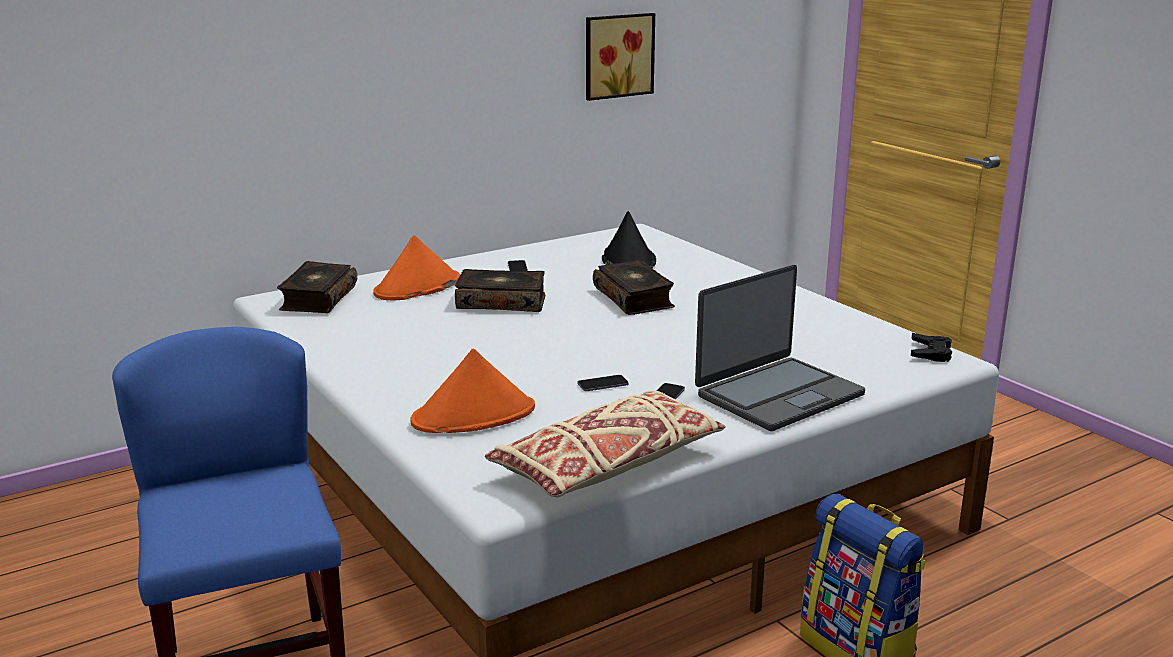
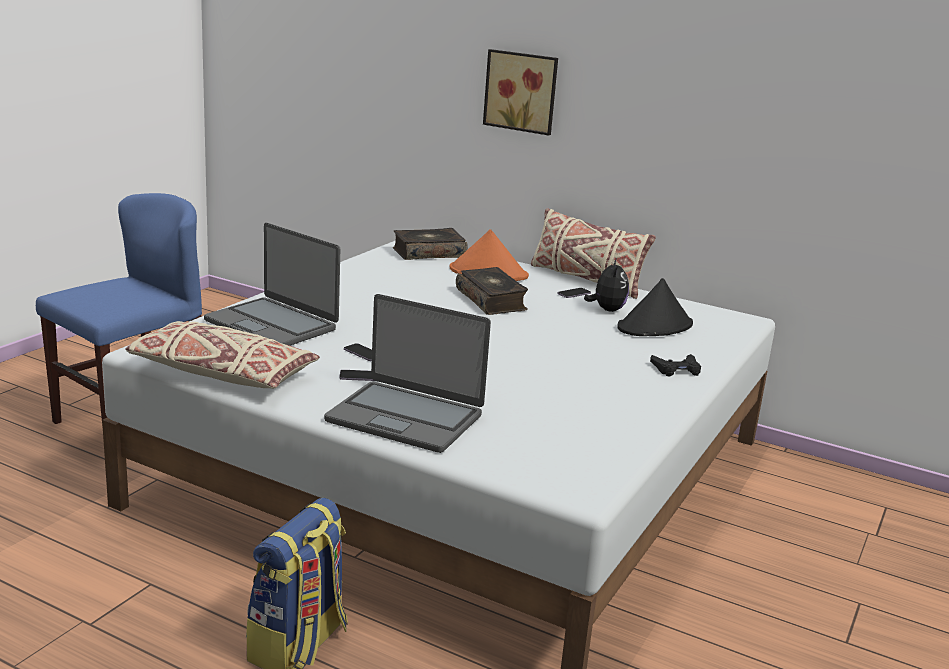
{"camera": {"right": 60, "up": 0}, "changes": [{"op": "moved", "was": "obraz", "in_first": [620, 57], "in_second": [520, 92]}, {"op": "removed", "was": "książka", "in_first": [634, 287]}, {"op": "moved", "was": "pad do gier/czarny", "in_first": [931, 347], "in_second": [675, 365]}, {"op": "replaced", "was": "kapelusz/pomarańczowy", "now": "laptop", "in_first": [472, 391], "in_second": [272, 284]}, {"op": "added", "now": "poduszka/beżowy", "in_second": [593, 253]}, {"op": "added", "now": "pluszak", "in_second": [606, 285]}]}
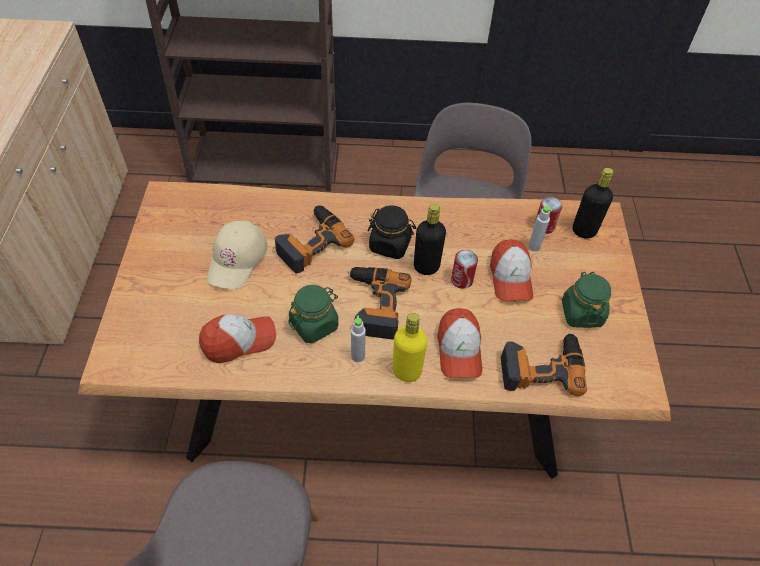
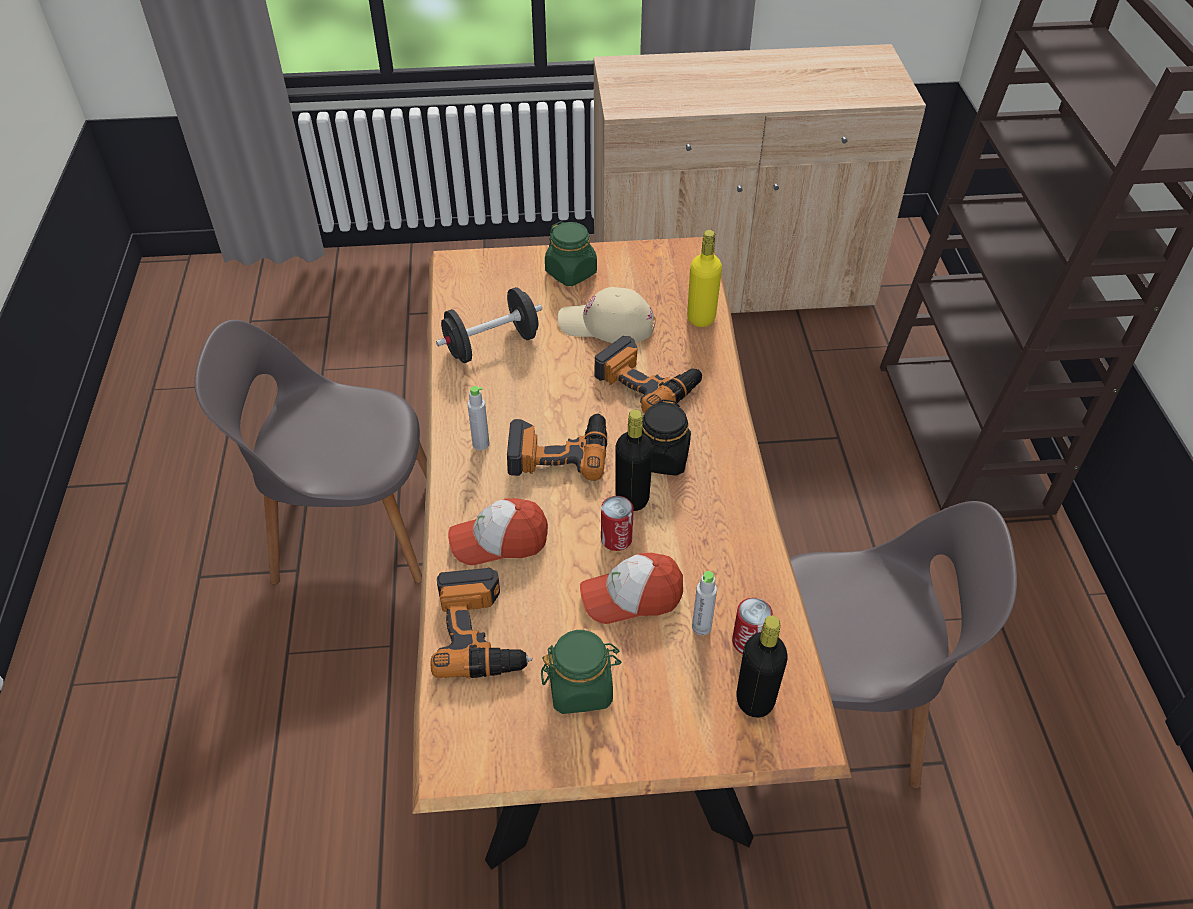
{"camera": {"right": 85, "up": -5}, "changes": [{"op": "moved", "was": "słoik/zielony", "in_first": [313, 314], "in_second": [571, 253]}, {"op": "moved", "was": "butelka/żółty", "in_first": [410, 347], "in_second": [704, 278]}, {"op": "replaced", "was": "czapka z daszkiem", "now": "hantel/czarny", "in_first": [237, 338], "in_second": [489, 325]}]}
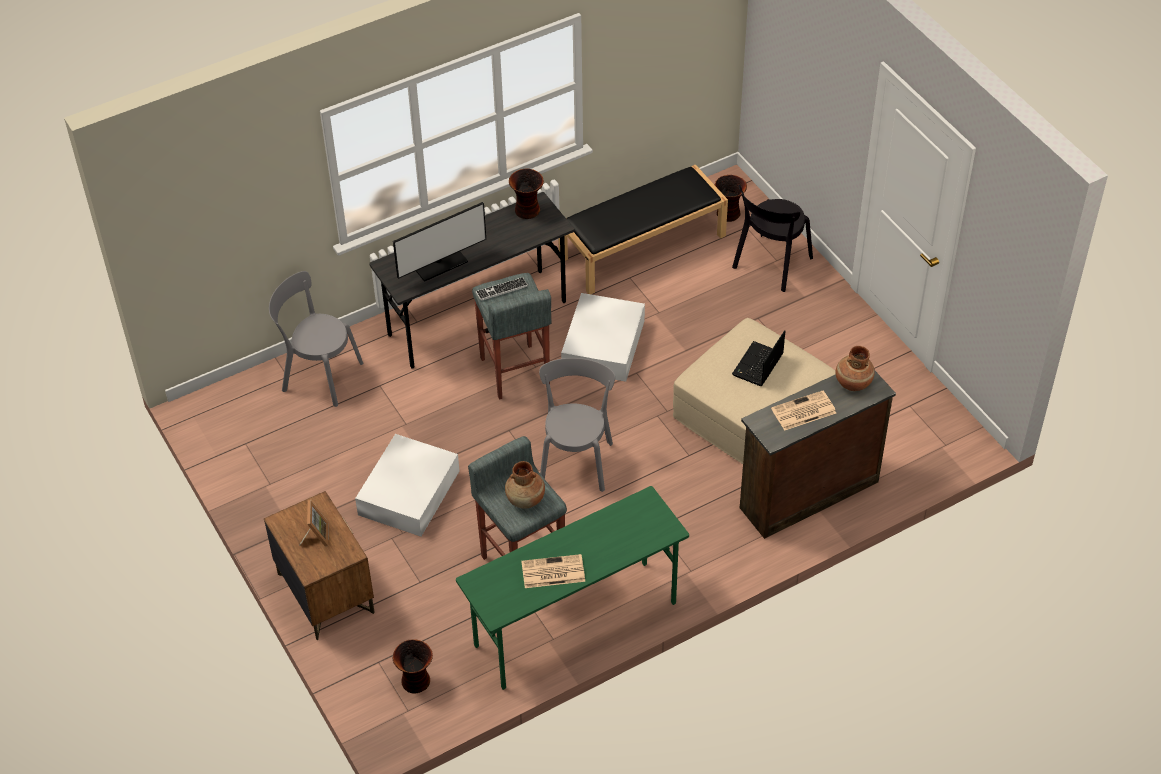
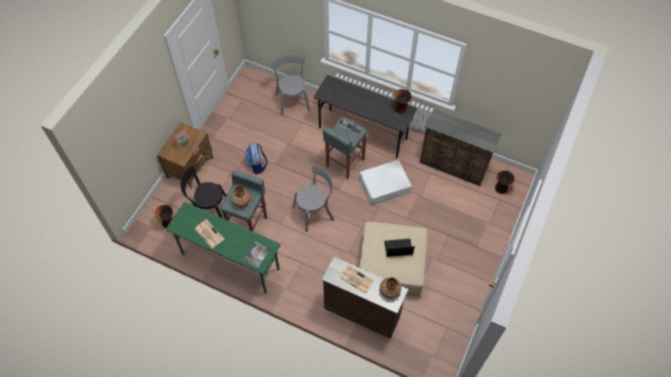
{"camera": {"right": 55, "up": 10}, "changes": [{"op": "replaced", "was": "ławka/czarny", "now": "komoda/brązowy", "in_first": [643, 229], "in_second": [460, 147]}, {"op": "moved", "was": "krzesło/czarny", "in_first": [772, 238], "in_second": [204, 192]}, {"op": "removed", "was": "monitor", "in_first": [439, 242]}, {"op": "replaced", "was": "pojemnik do przechowywania/biały", "now": "plecak", "in_first": [407, 485], "in_second": [256, 158]}, {"op": "added", "now": "książka", "in_second": [257, 255]}]}
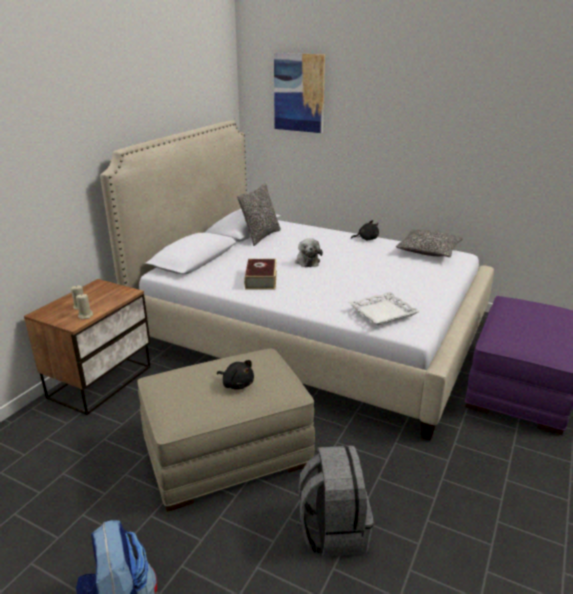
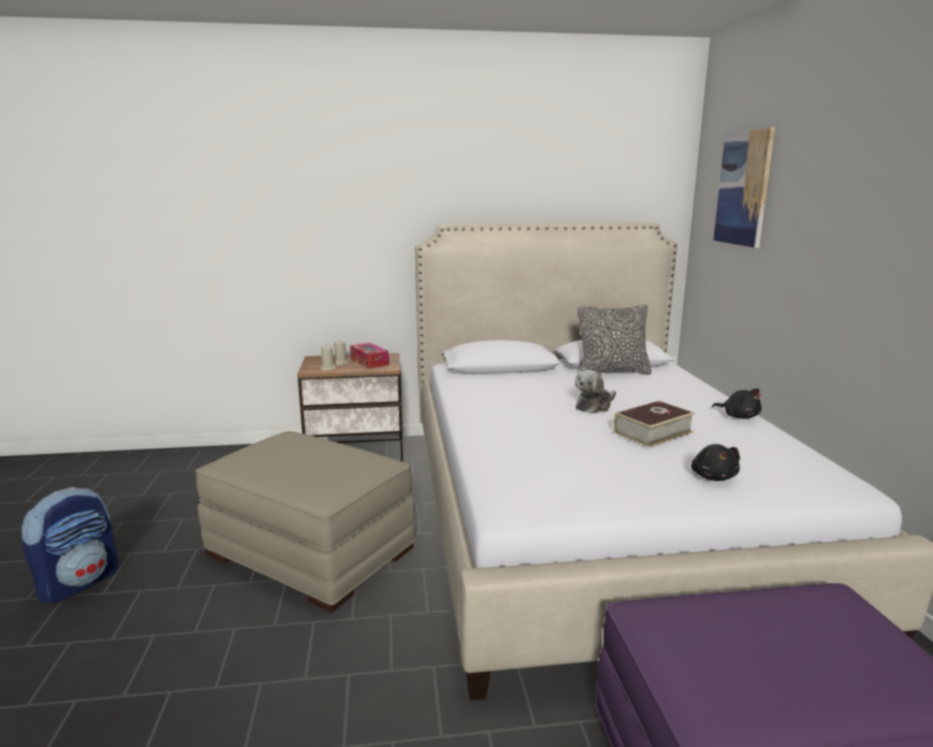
{"camera": {"right": 55, "up": -10}, "changes": [{"op": "removed", "was": "poduszka", "in_first": [429, 243]}, {"op": "moved", "was": "książka", "in_first": [260, 274], "in_second": [654, 424]}, {"op": "removed", "was": "taca/biały", "in_first": [384, 309]}, {"op": "moved", "was": "pluszak/czarny", "in_first": [235, 375], "in_second": [715, 462]}, {"op": "removed", "was": "plecak/szary", "in_first": [336, 501]}, {"op": "added", "now": "pudełko chusteczek", "in_second": [369, 356]}]}
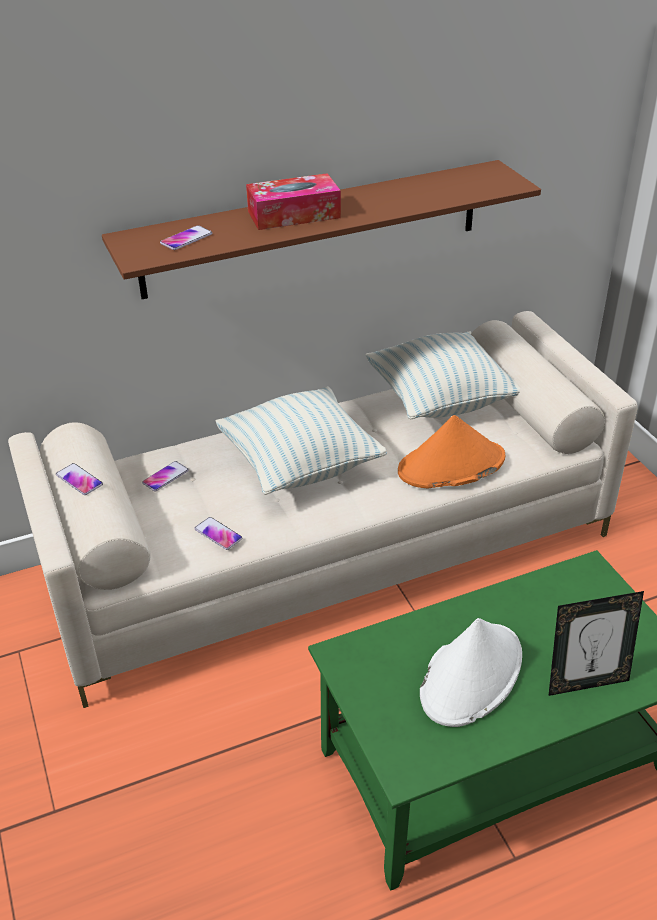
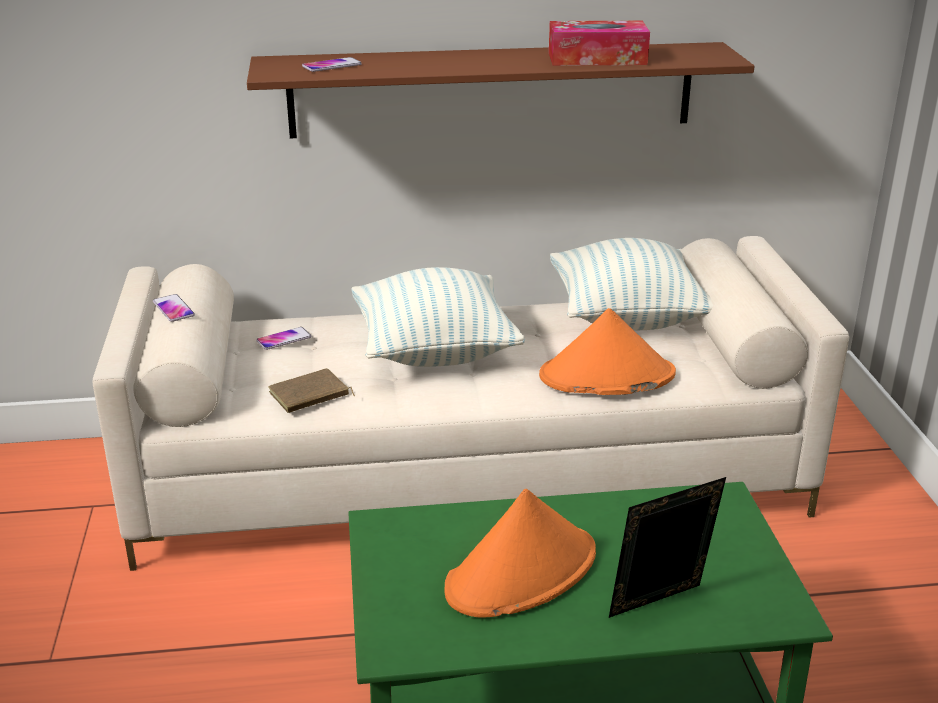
{"camera": {"right": 15, "up": -10}, "changes": [{"op": "moved", "was": "pudełko chusteczek", "in_first": [293, 201], "in_second": [599, 43]}, {"op": "replaced", "was": "telefon", "now": "książka/brązowy", "in_first": [218, 533], "in_second": [311, 390]}, {"op": "turned", "was": "ramka na zdjęcie", "in_first": [596, 643], "in_second": [667, 547], "clockwise": 150}, {"op": "recoloured", "was": "kapelusz/biały", "now": "kapelusz/pomarańczowy", "in_first": [471, 672], "in_second": [520, 553]}]}
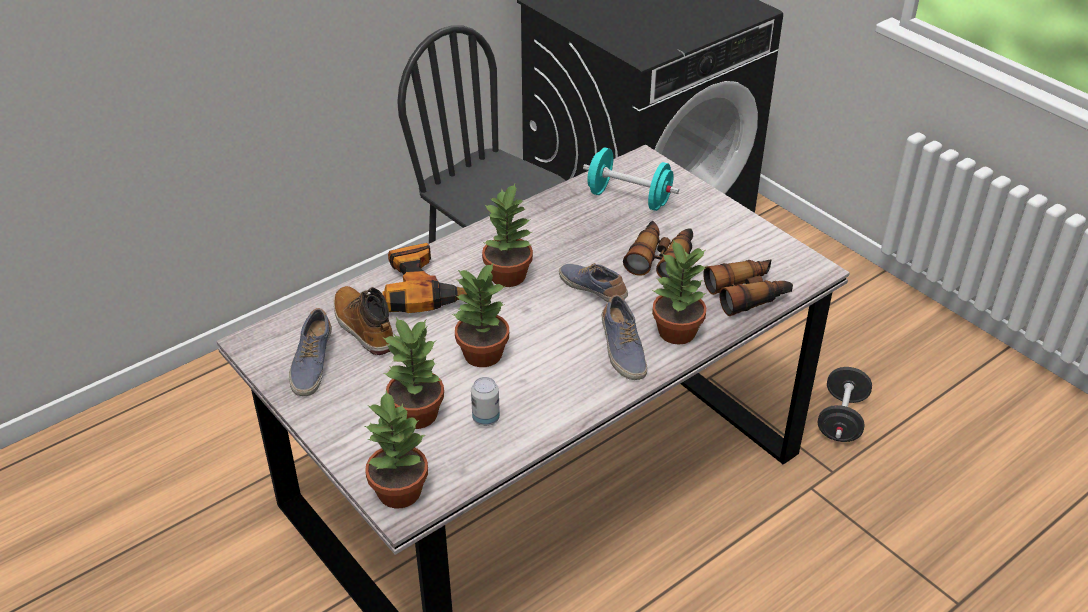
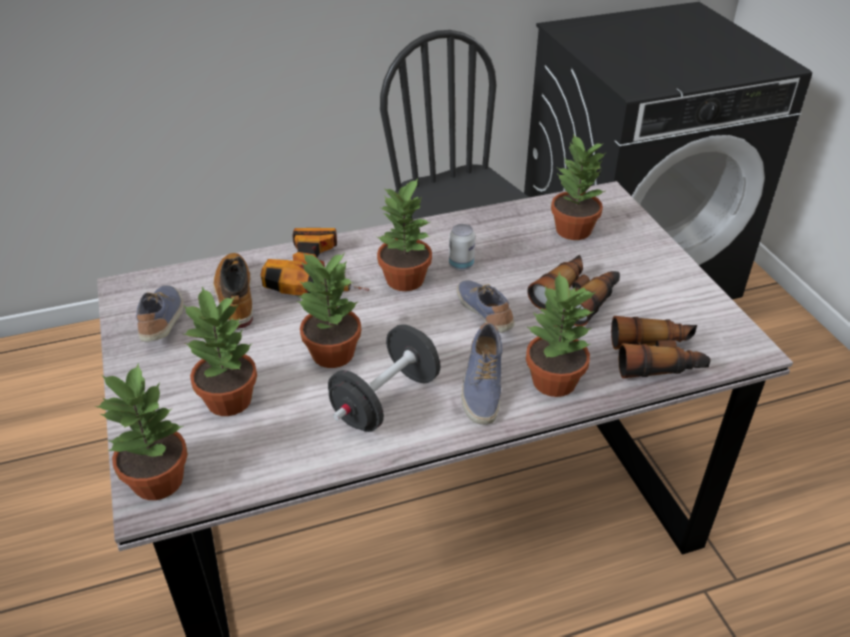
{"camera": {"right": 20, "up": 0}, "changes": [{"op": "replaced", "was": "hantel/turkusowy", "now": "roślina doniczkowa", "in_first": [631, 179], "in_second": [579, 186]}, {"op": "turned", "was": "but", "in_first": [310, 352], "in_second": [160, 313], "clockwise": 150}, {"op": "moved", "was": "hantel/czarny", "in_first": [845, 404], "in_second": [384, 378]}, {"op": "moved", "was": "puszka", "in_first": [485, 401], "in_second": [462, 247]}]}
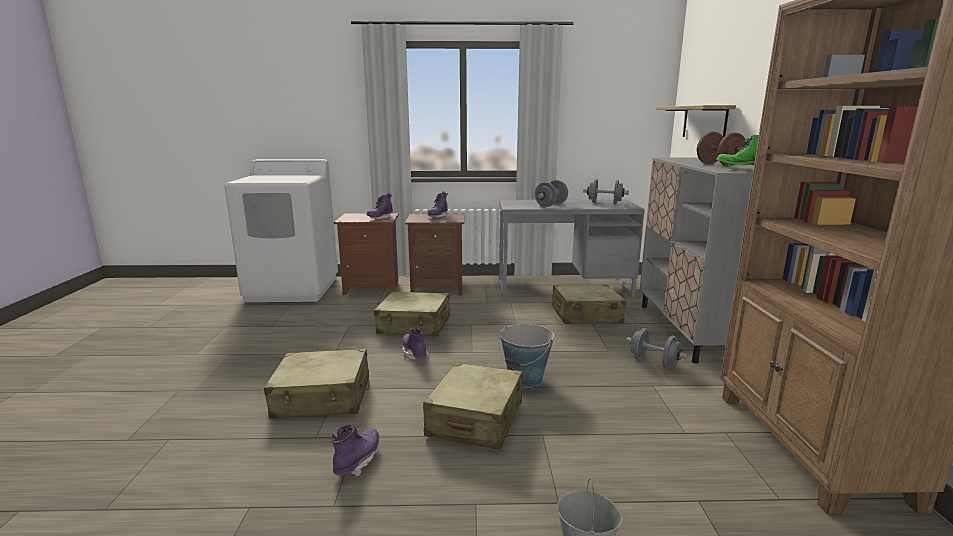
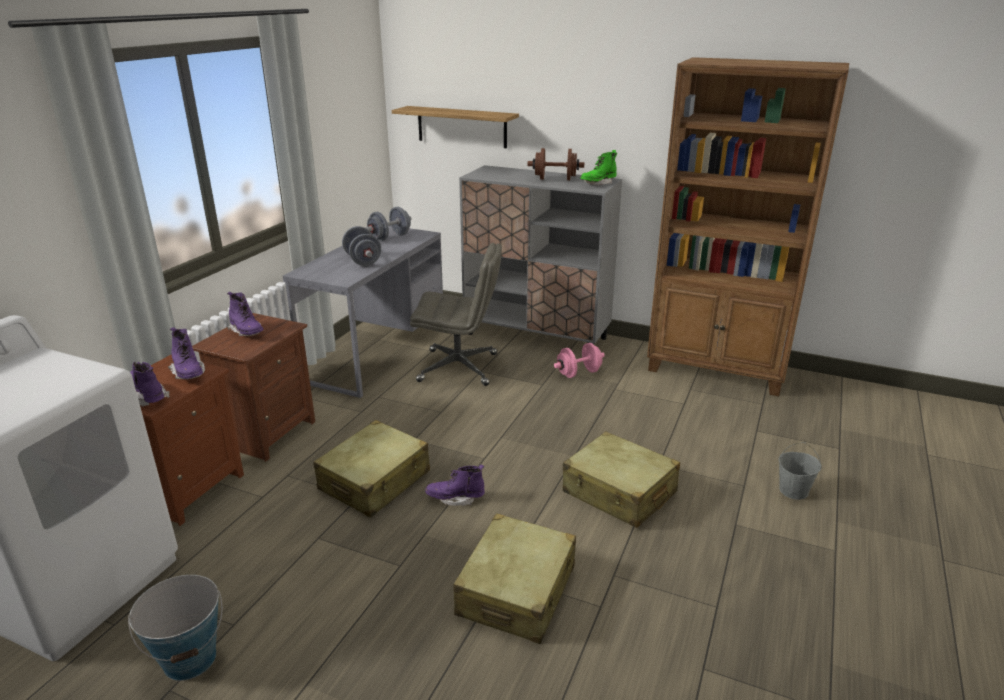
{"camera": {"right": -65, "up": 10}, "changes": [{"op": "replaced", "was": "walizka/beżowy", "now": "krzesło biurowe/szary", "in_first": [588, 304], "in_second": [456, 314]}, {"op": "moved", "was": "wiadro", "in_first": [526, 356], "in_second": [175, 628]}, {"op": "recoloured", "was": "hantel/szary", "now": "hantel/różowy", "in_first": [656, 348], "in_second": [579, 360]}, {"op": "moved", "was": "but z cholewką/fioletowy", "in_first": [355, 450], "in_second": [150, 384]}]}
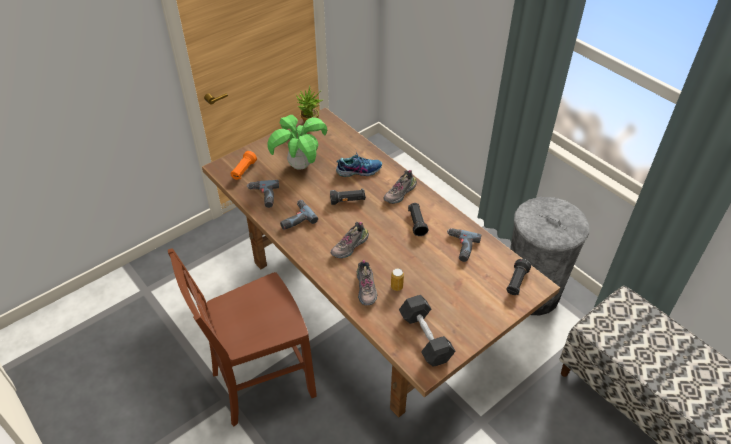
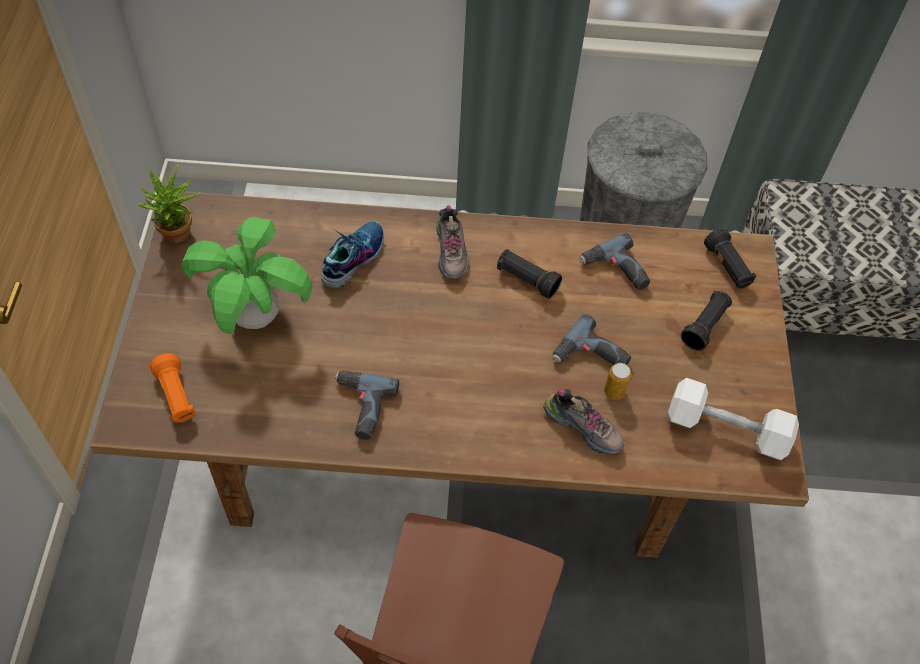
{"camera": {"right": -50, "up": 10}, "changes": [{"op": "moved", "was": "wiertarka", "in_first": [263, 194], "in_second": [592, 339]}, {"op": "moved", "was": "latarka/czarny", "in_first": [348, 196], "in_second": [706, 320]}, {"op": "removed", "was": "but", "in_first": [350, 240]}, {"op": "recoloured", "was": "hantel/czarny", "now": "hantel/biały", "in_first": [427, 330], "in_second": [733, 419]}]}
